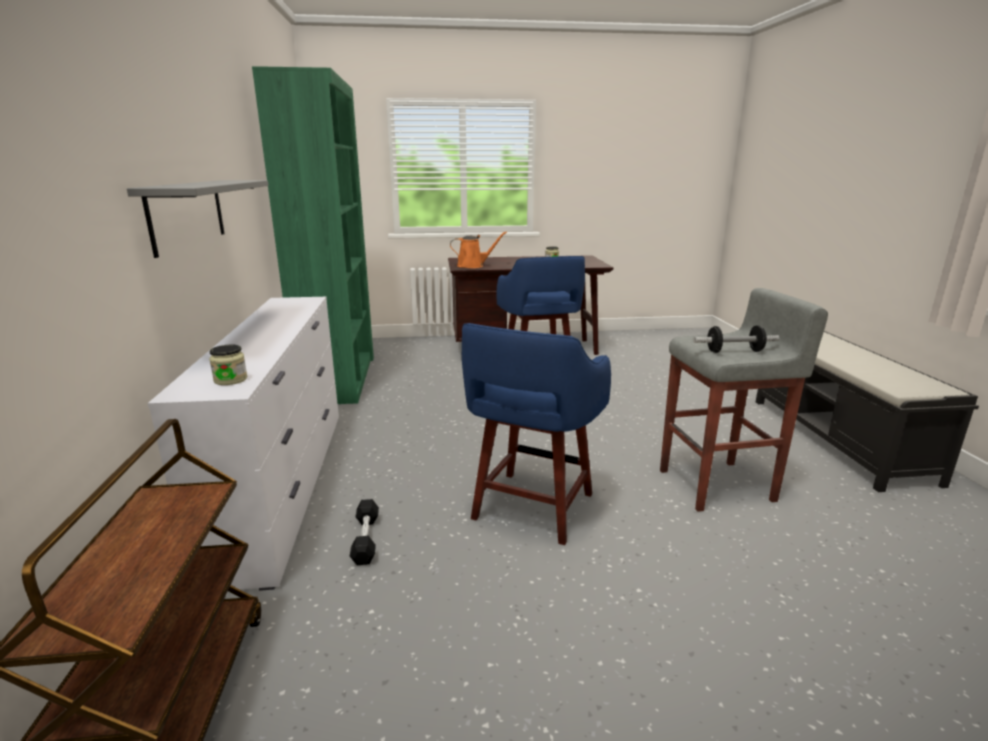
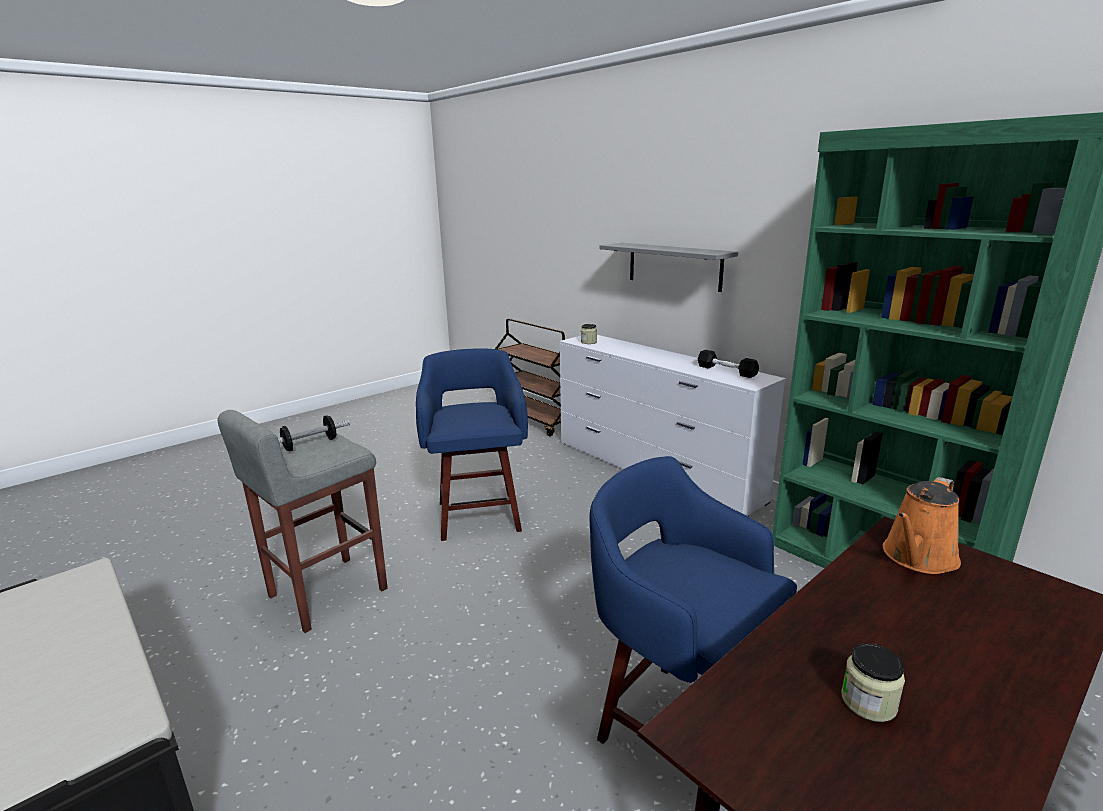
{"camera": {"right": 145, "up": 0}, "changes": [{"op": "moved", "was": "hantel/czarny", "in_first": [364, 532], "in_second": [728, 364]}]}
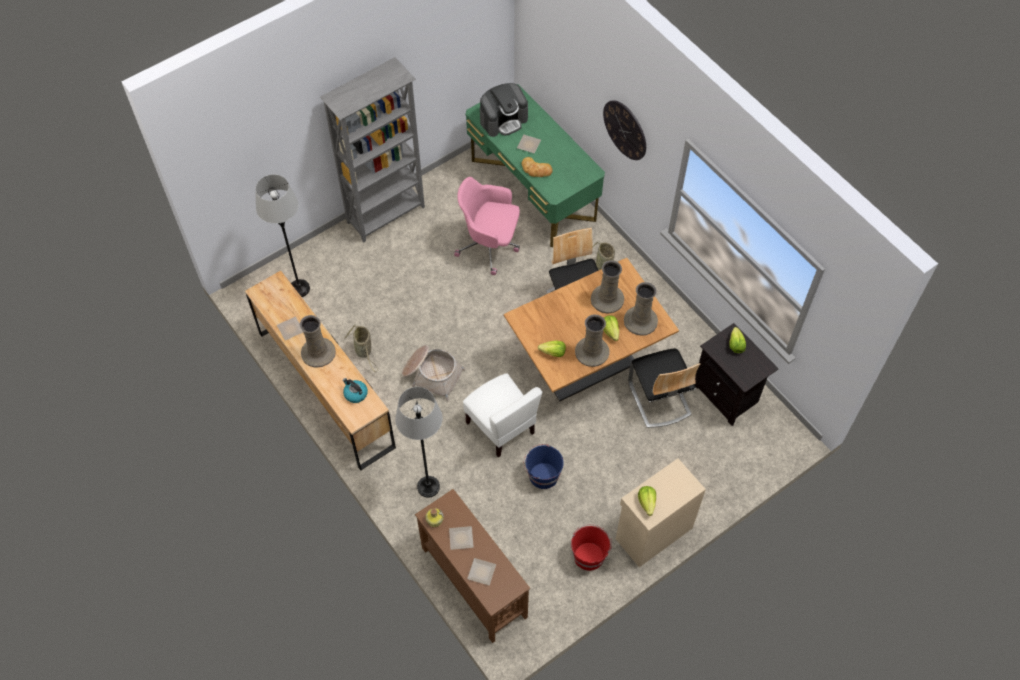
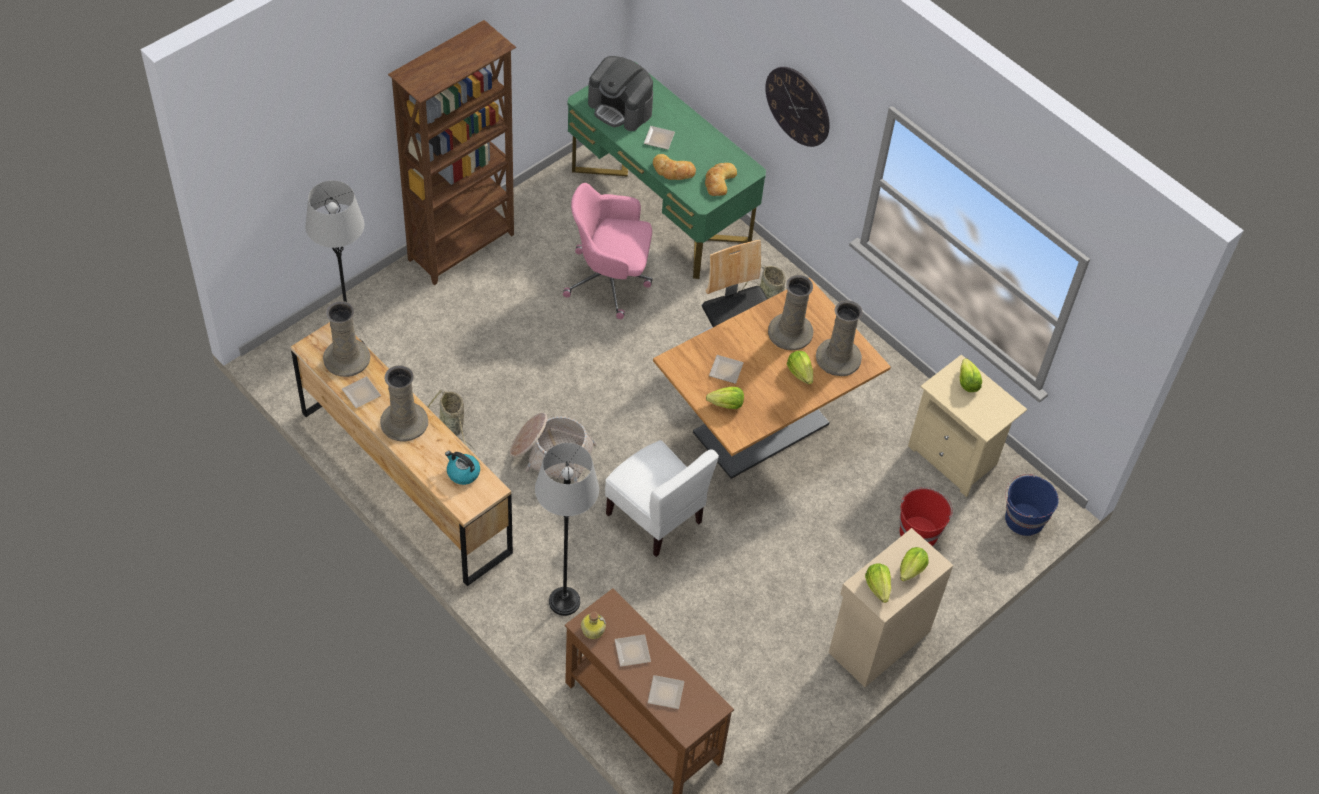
{"camera": {"right": -10, "up": -5}, "changes": [{"op": "recoloured", "was": "regał/szary", "now": "regał/brązowy", "in_first": [372, 150], "in_second": [452, 152]}, {"op": "turned", "was": "ekspres do kawy", "in_first": [504, 110], "in_second": [620, 93], "clockwise": 75}, {"op": "moved", "was": "wazon/beżowy", "in_first": [592, 340], "in_second": [346, 339]}, {"op": "recoloured", "was": "szafka nocna/czarny", "now": "szafka nocna/beżowy", "in_first": [737, 374], "in_second": [967, 426]}, {"op": "removed", "was": "krzesło", "in_first": [664, 388]}, {"op": "moved", "was": "wiadro/niebieski", "in_first": [544, 466], "in_second": [1032, 505]}, {"op": "moved", "was": "wiadro/czerwony", "in_first": [591, 547], "in_second": [926, 516]}, {"op": "added", "now": "chleb", "in_second": [721, 179]}, {"op": "added", "now": "talerz", "in_second": [726, 369]}, {"op": "added", "now": "sałata", "in_second": [914, 564]}]}
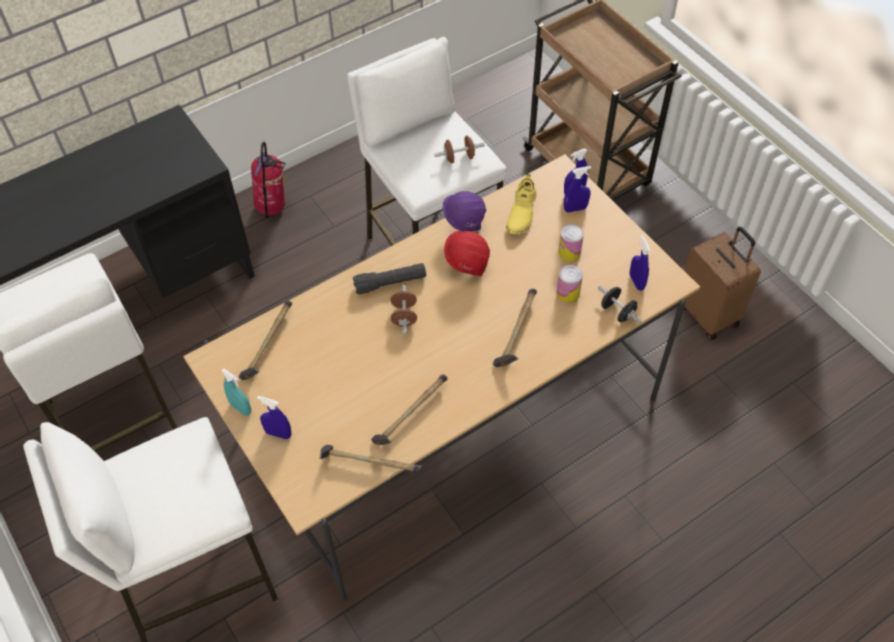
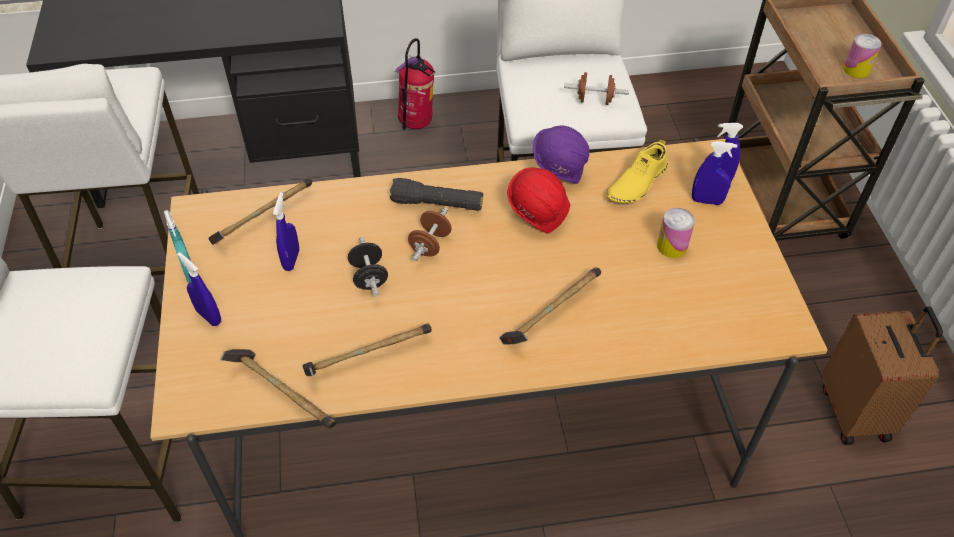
{"camera": {"right": 25, "up": -5}, "changes": [{"op": "moved", "was": "spryskiwacz/niebieski", "in_first": [640, 263], "in_second": [286, 231]}, {"op": "moved", "was": "puszka", "in_first": [570, 283], "in_second": [862, 56]}, {"op": "moved", "was": "hantel/czarny", "in_first": [620, 304], "in_second": [368, 267]}]}
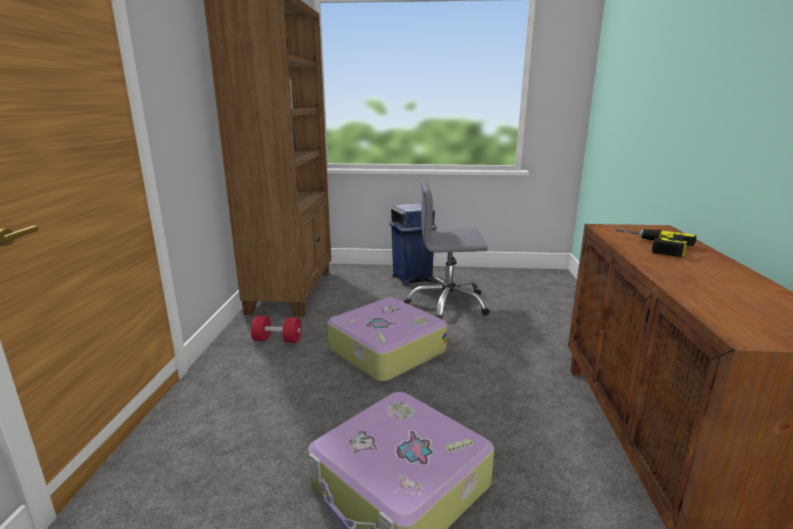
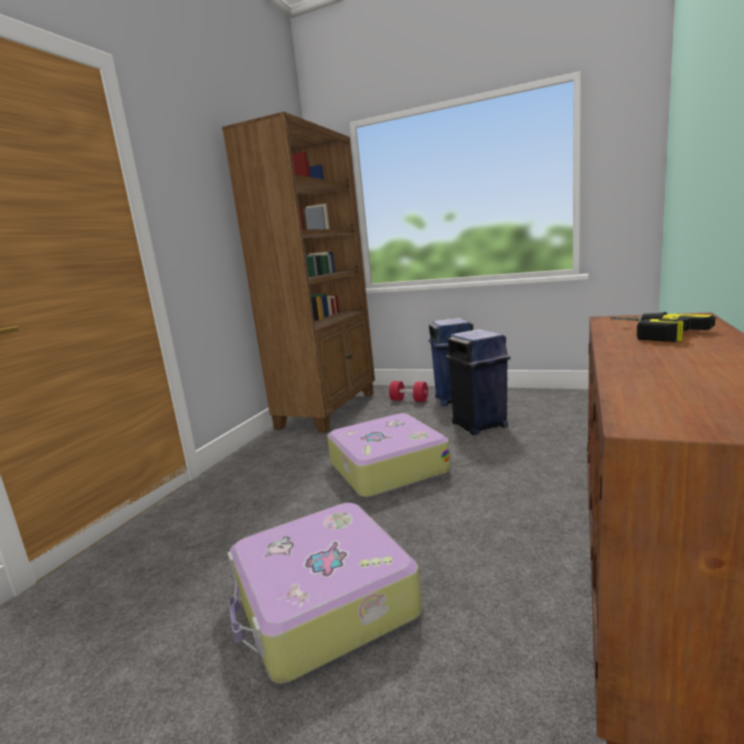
{"camera": {"right": 20, "up": -5}, "changes": [{"op": "replaced", "was": "krzesło biurowe/szary", "now": "kosz na śmieci/niebieski", "in_first": [447, 249], "in_second": [478, 382]}, {"op": "moved", "was": "hantel/czerwony", "in_first": [276, 329], "in_second": [408, 391]}]}
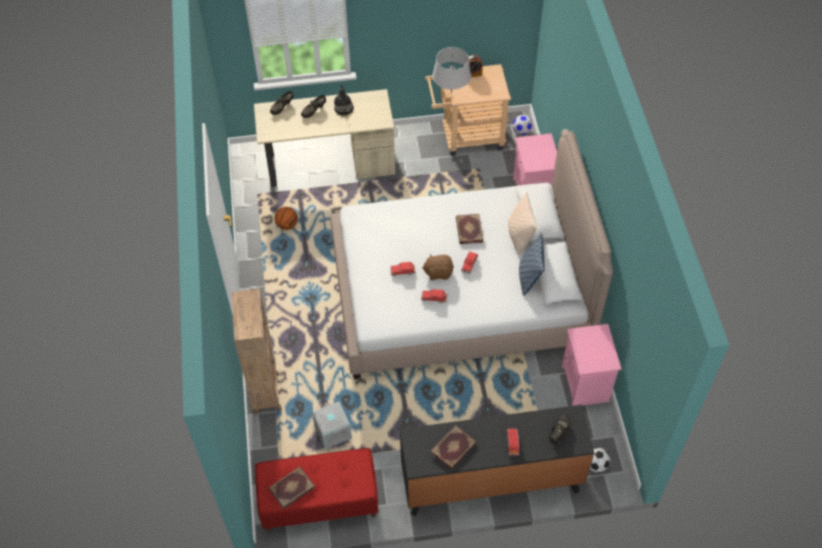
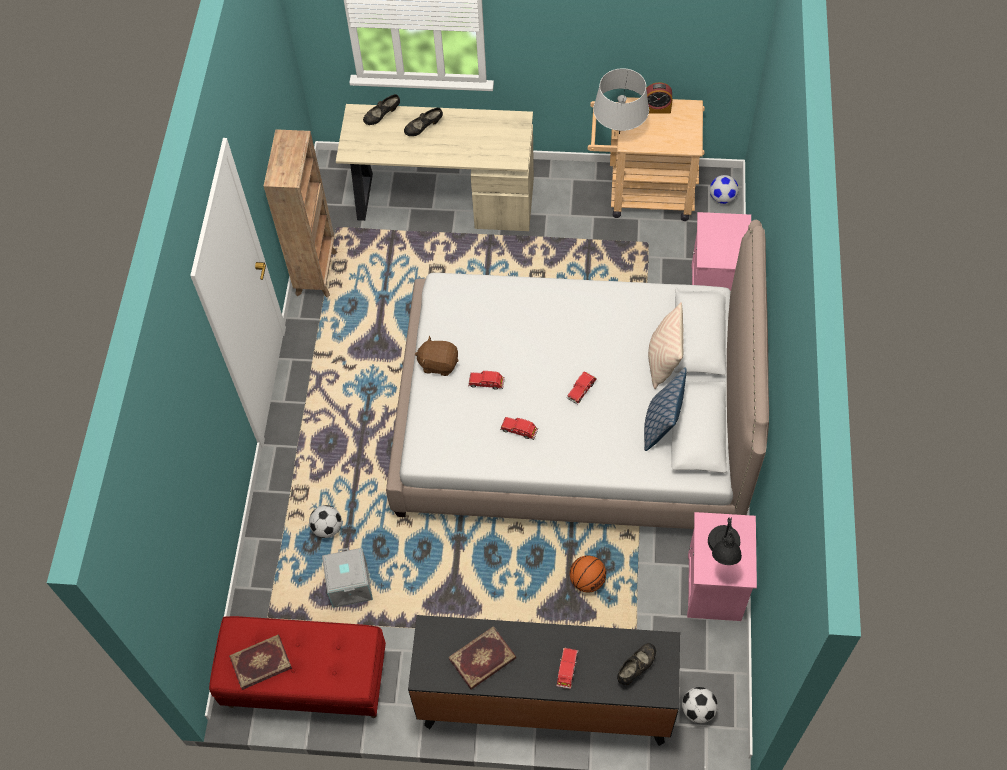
{"camera": {"right": 15, "up": 5}, "changes": [{"op": "moved", "was": "lampa stołowa/czarny", "in_first": [344, 99], "in_second": [725, 541]}, {"op": "moved", "was": "piłka do koszykówki", "in_first": [286, 218], "in_second": [588, 573]}, {"op": "removed", "was": "książka", "in_first": [469, 229]}, {"op": "moved", "was": "pluszak/brązowy", "in_first": [438, 266], "in_second": [437, 356]}, {"op": "moved", "was": "regał/brązowy", "in_first": [256, 352], "in_second": [300, 213]}, {"op": "added", "now": "piłka futbolowa", "in_second": [325, 521]}]}
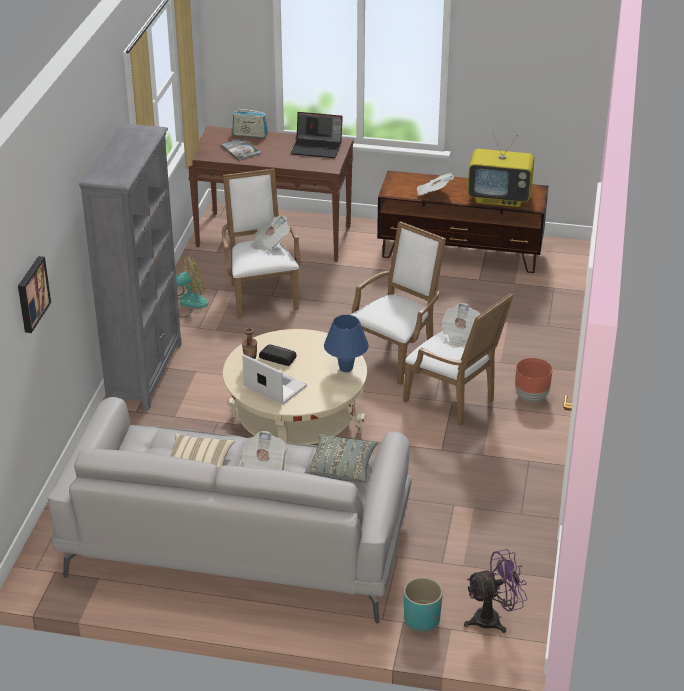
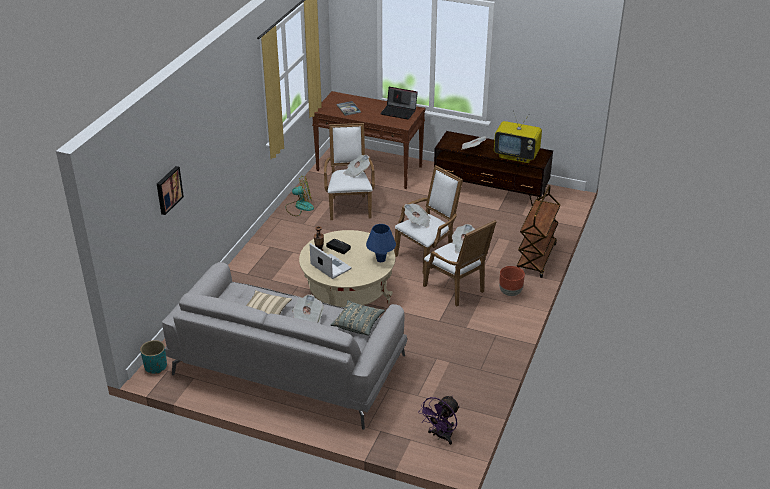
{"camera": {"right": 10, "up": 0}, "changes": [{"op": "removed", "was": "radio", "in_first": [250, 123]}, {"op": "removed", "was": "regał/szary", "in_first": [130, 266]}, {"op": "turned", "was": "wentylator/fioletowy", "in_first": [495, 591], "in_second": [439, 420], "clockwise": 135}, {"op": "moved", "was": "donica/turkusowy", "in_first": [423, 604], "in_second": [153, 357]}, {"op": "added", "now": "wózek/brązowy", "in_second": [538, 231]}, {"op": "added", "now": "gazeta", "in_second": [417, 215]}]}
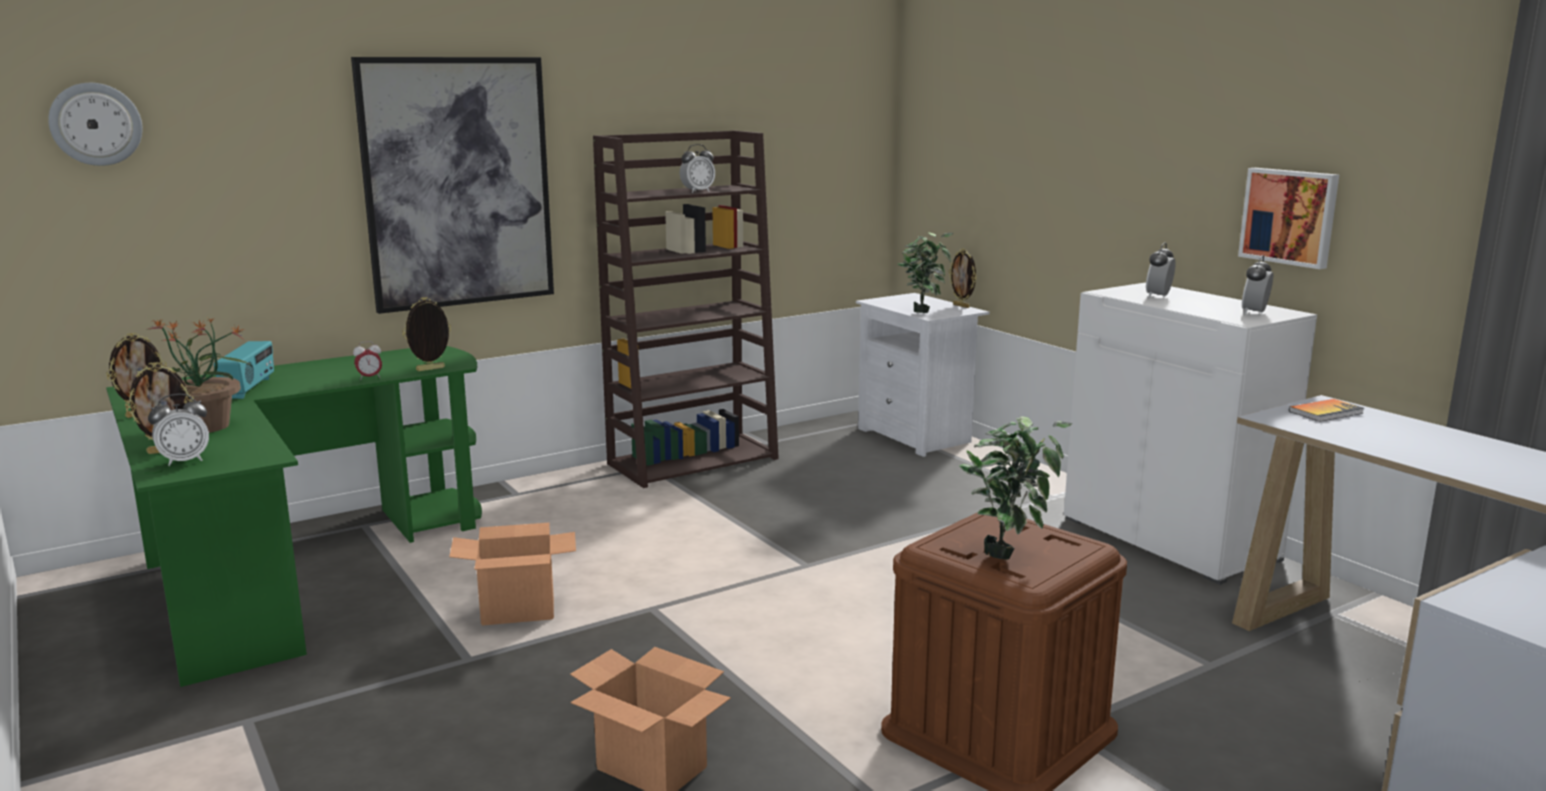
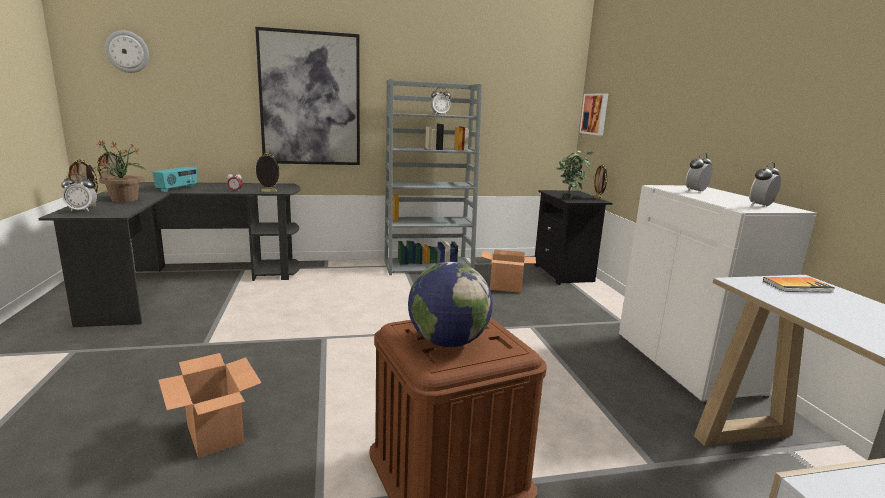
{"camera": {"right": 20, "up": 0}, "changes": [{"op": "recoloured", "was": "regał/brązowy", "now": "regał/szary", "in_first": [686, 309], "in_second": [433, 177]}, {"op": "moved", "was": "obraz", "in_first": [1288, 218], "in_second": [593, 114]}, {"op": "recoloured", "was": "szafka nocna/biały", "now": "szafka nocna/czarny", "in_first": [923, 375], "in_second": [573, 237]}, {"op": "recoloured", "was": "biurko/zielony", "now": "biurko/czarny", "in_first": [294, 516], "in_second": [169, 254]}, {"op": "replaced", "was": "roślina doniczkowa", "now": "globus", "in_first": [1015, 488], "in_second": [450, 304]}, {"op": "moved", "was": "karton", "in_first": [512, 574], "in_second": [508, 271]}]}
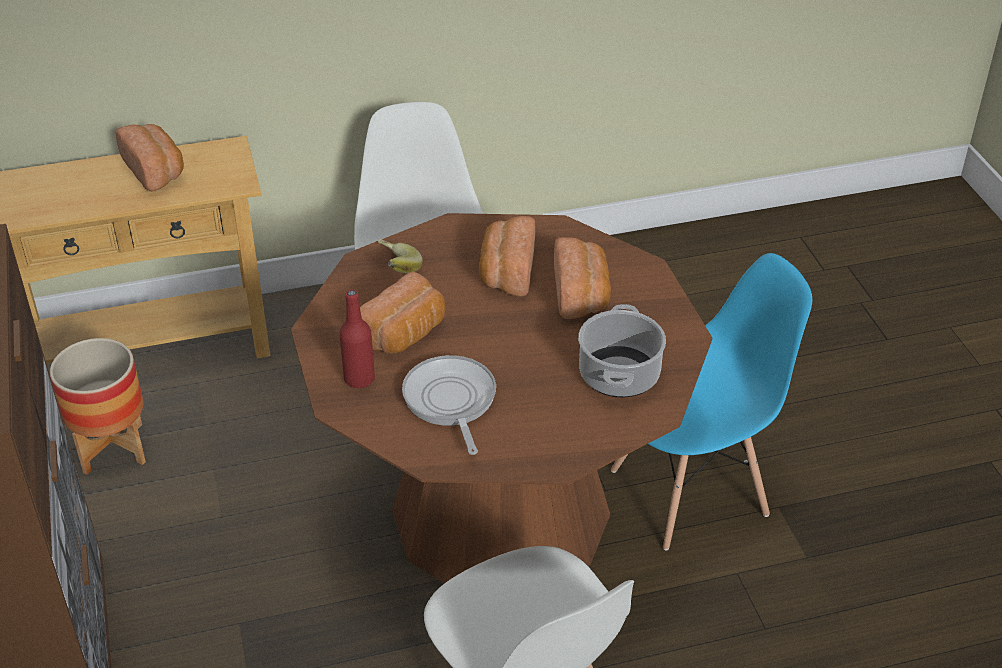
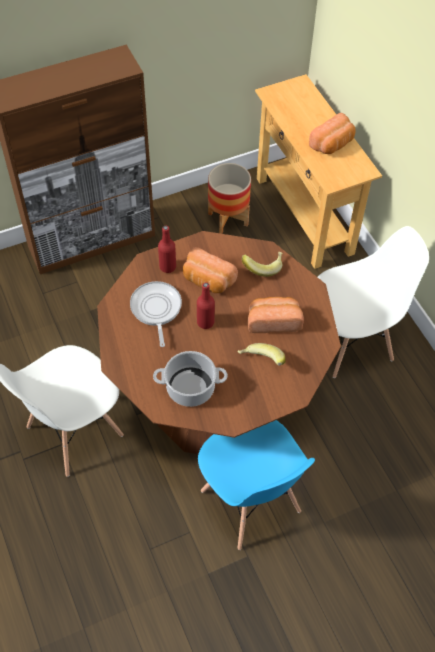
{"camera": {"right": 80, "up": 15}, "changes": [{"op": "replaced", "was": "chleb", "now": "banan", "in_first": [582, 278], "in_second": [262, 354]}, {"op": "turned", "was": "patelnia", "in_first": [449, 405], "in_second": [156, 314], "clockwise": -75}, {"op": "added", "now": "butelka/czerwony", "in_second": [206, 305]}]}
